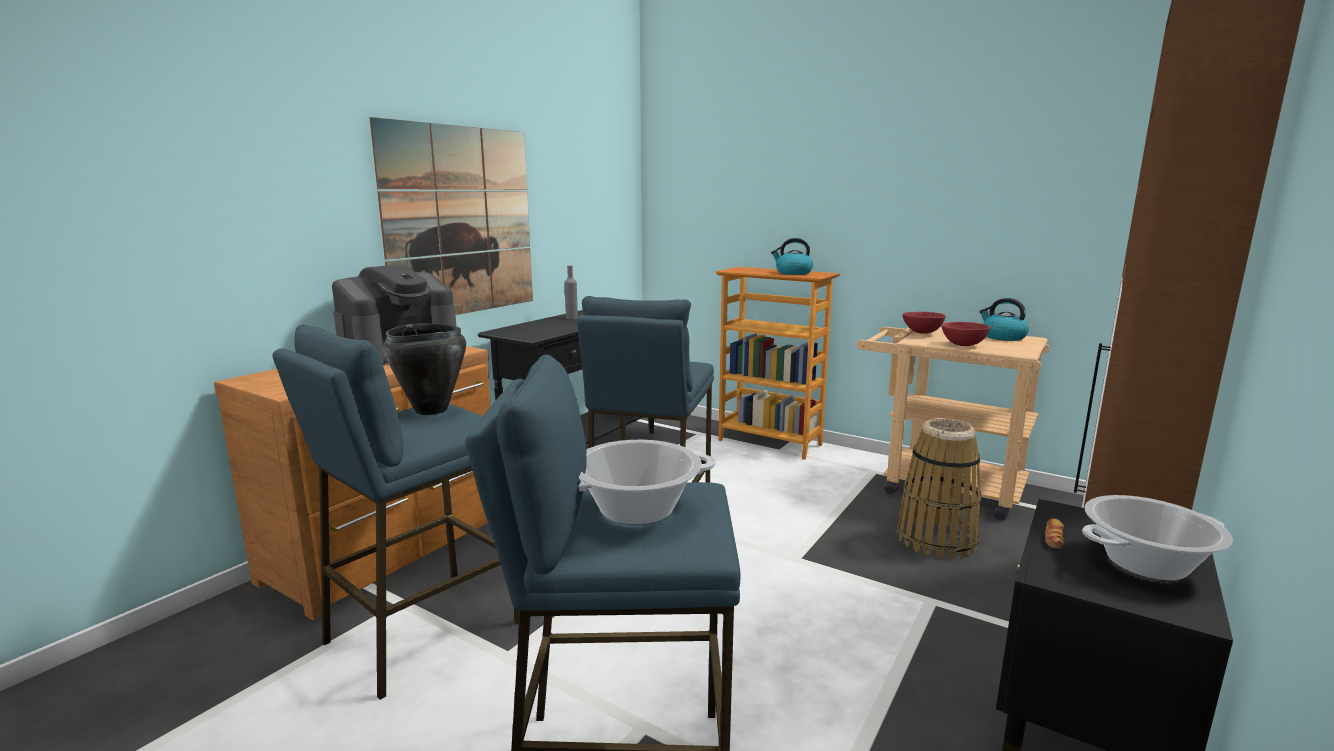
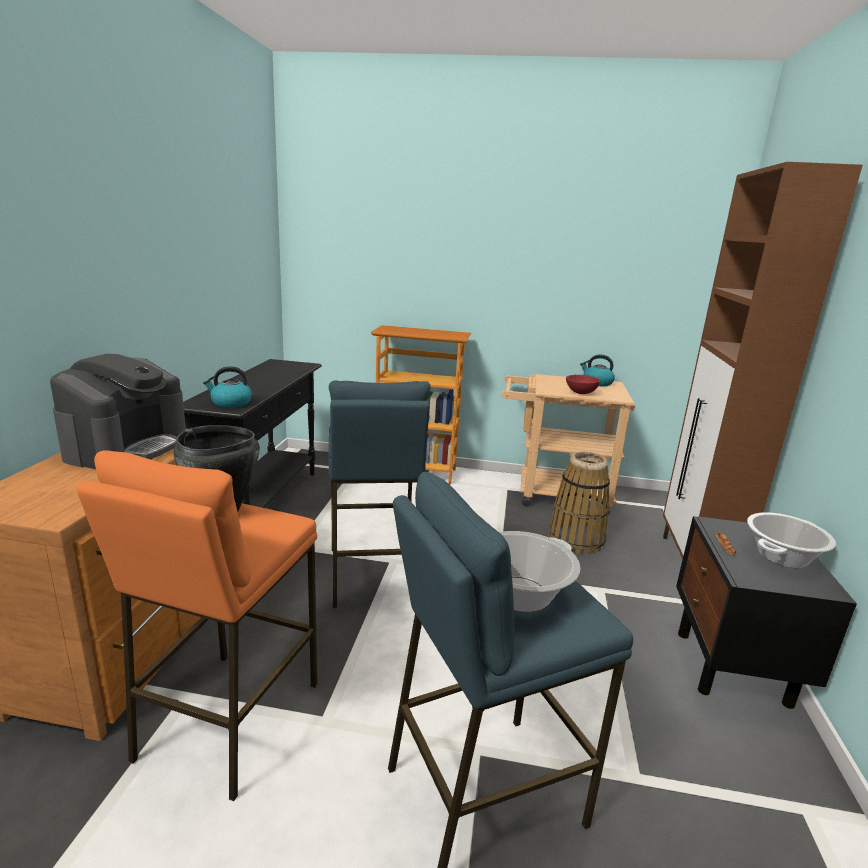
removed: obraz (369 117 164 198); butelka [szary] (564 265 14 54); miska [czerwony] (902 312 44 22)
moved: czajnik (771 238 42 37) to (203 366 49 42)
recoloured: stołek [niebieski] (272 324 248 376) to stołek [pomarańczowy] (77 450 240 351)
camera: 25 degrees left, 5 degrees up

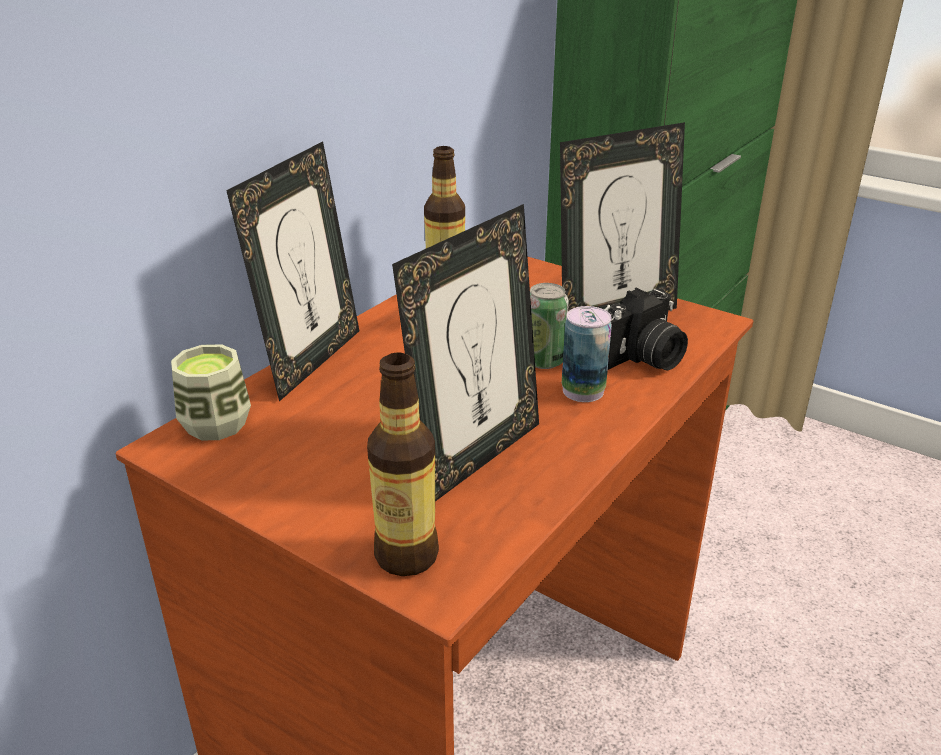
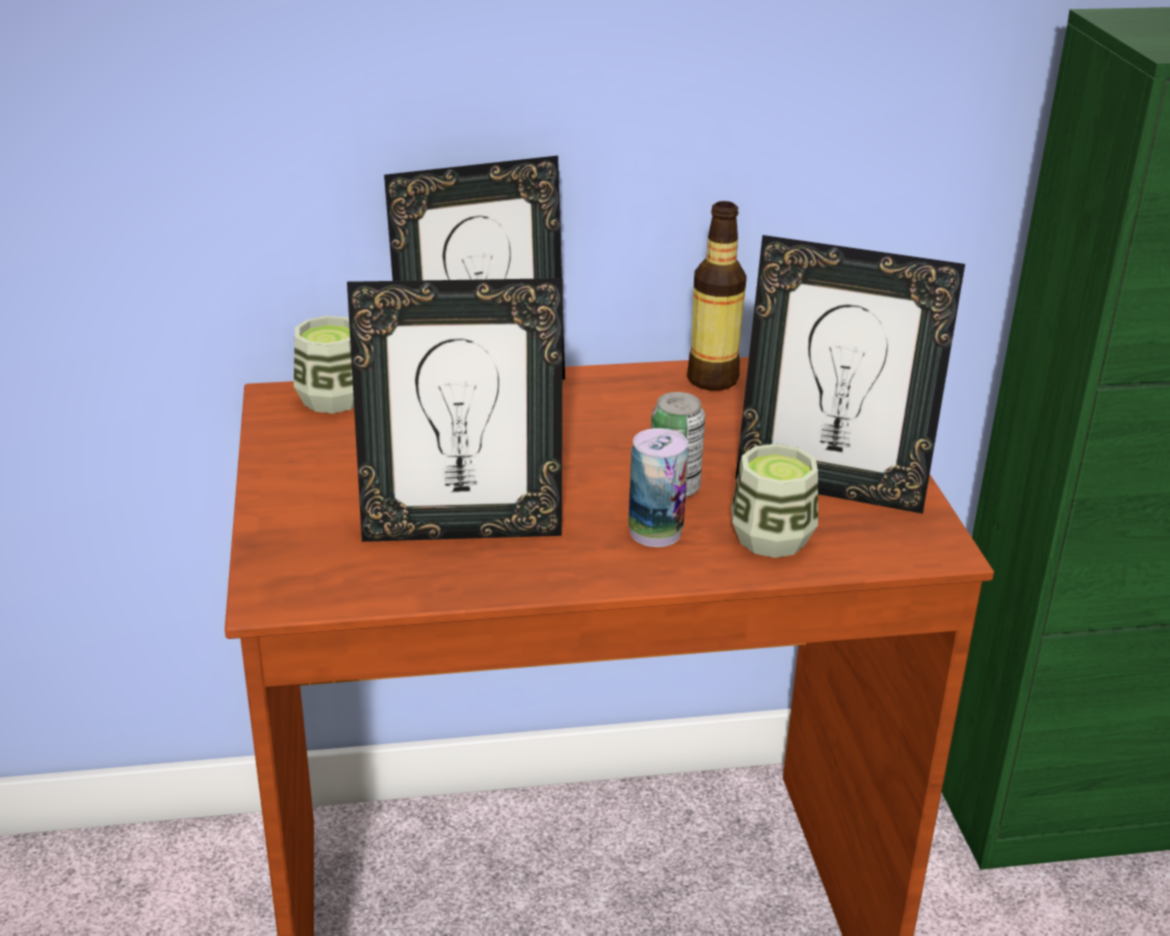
removed: butelka (367 352 72 224)
replaced: aparat fotograficzny (604 288 84 83) to filiżanka (731 444 87 114)
camera: 45 degrees right, 0 degrees up

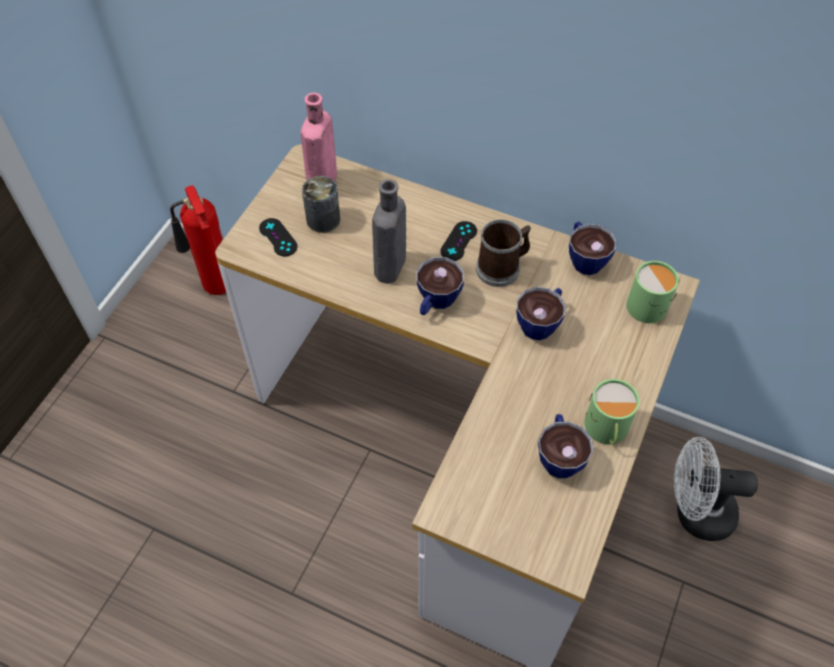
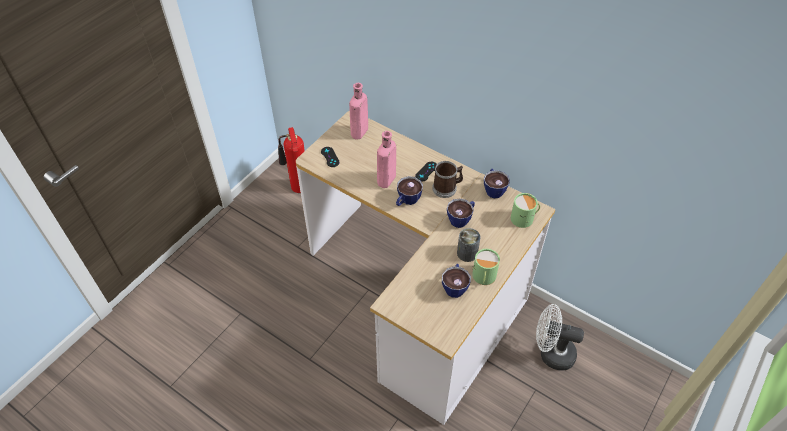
moved: puszka (302 176 38 57) to (457 228 24 34)
recoloured: butelka [szary] (372 179 34 105) to butelka [różowy] (377 131 19 57)
camera: 10 degrees right, 5 degrees down

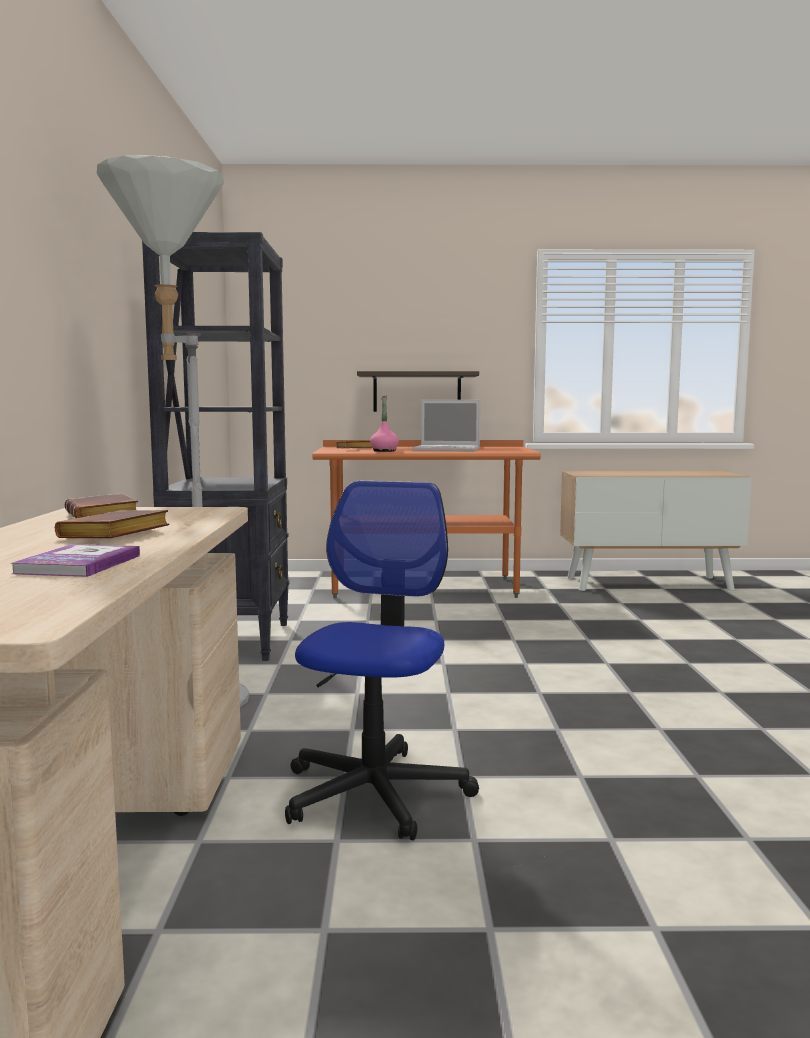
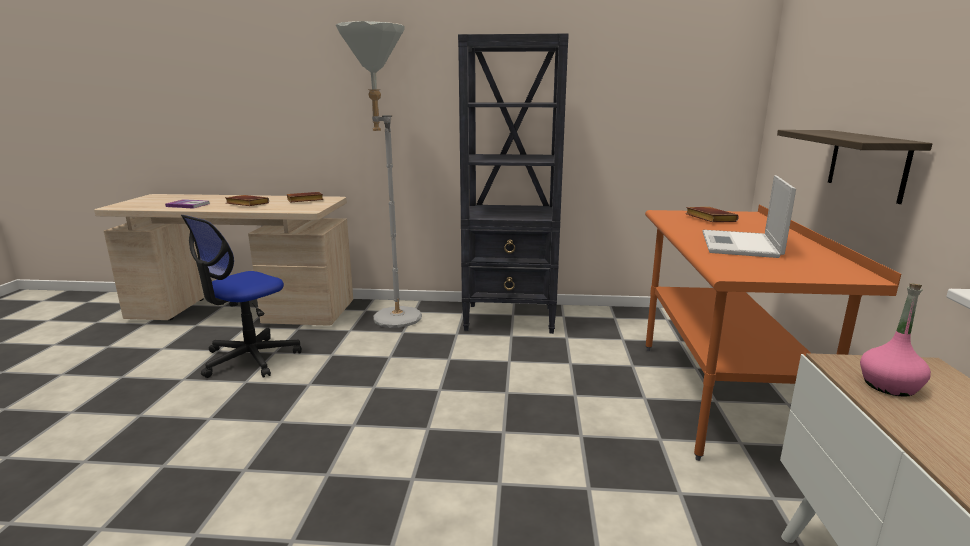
moved: butelka [różowy] (370 396 29 56) to (860 283 71 114)
turned: krzesło biurowe (285 481 194 359) = (181 215 121 163) 105 degrees clockwise
camera: 95 degrees right, 10 degrees up

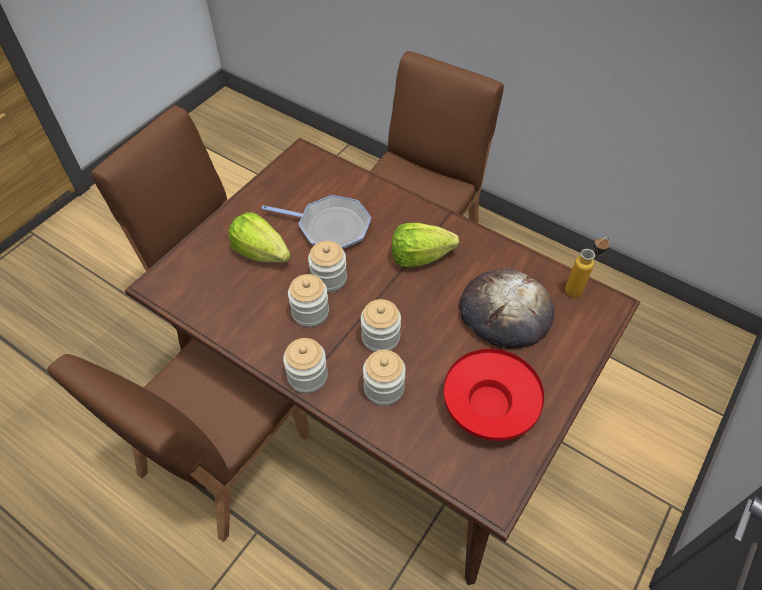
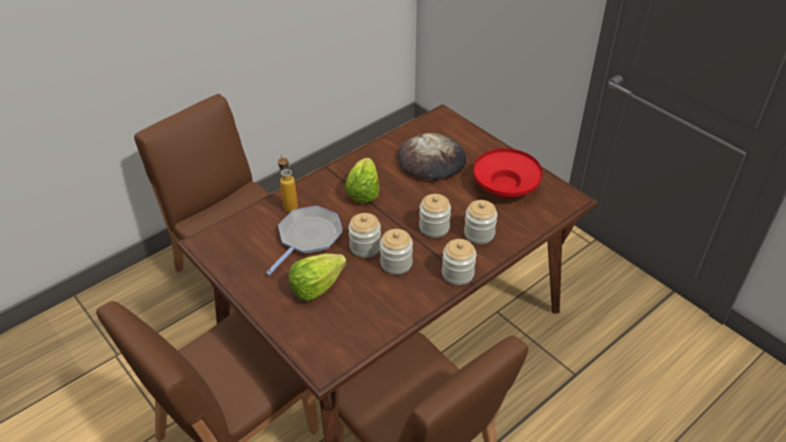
moved: butelka (565 237 44 60) to (278 154 20 59)
camera: 75 degrees left, 10 degrees down

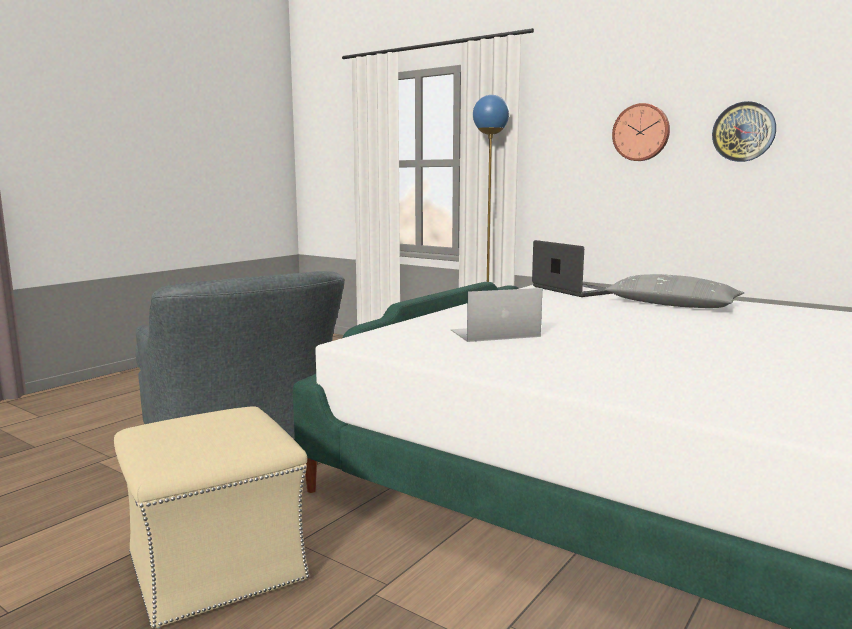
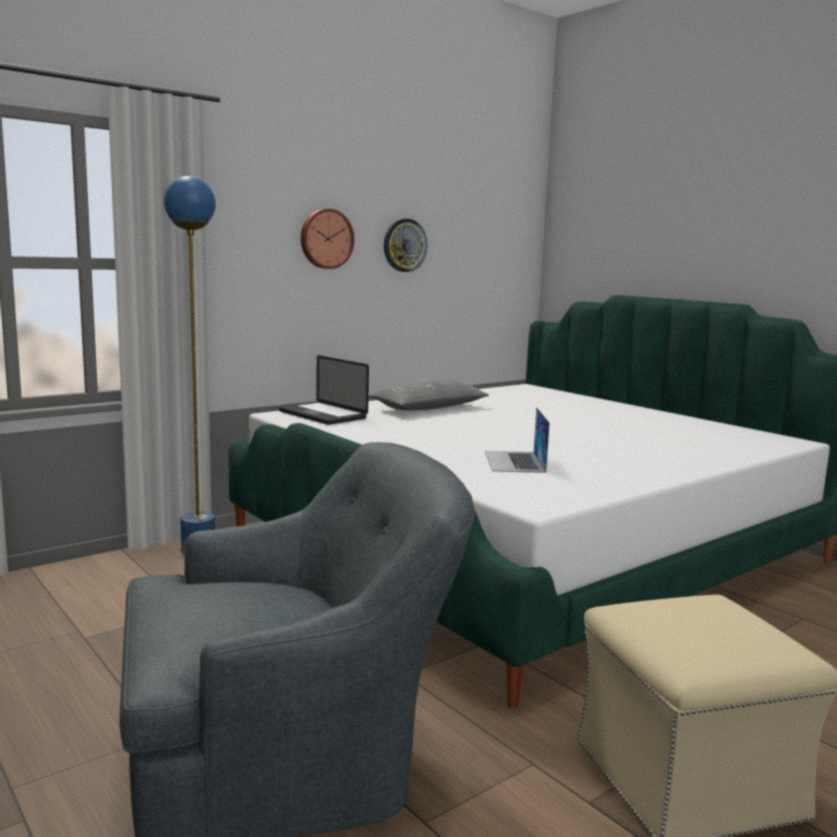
turned: laptop (532 240 81 57) = (279 355 90 70) 120 degrees counterclockwise
camera: 75 degrees left, 0 degrees up

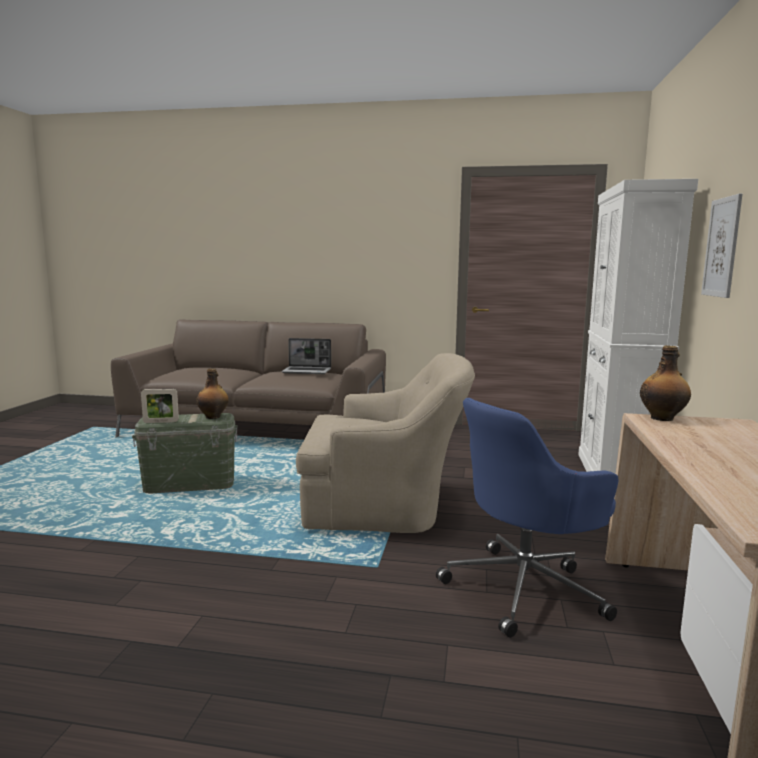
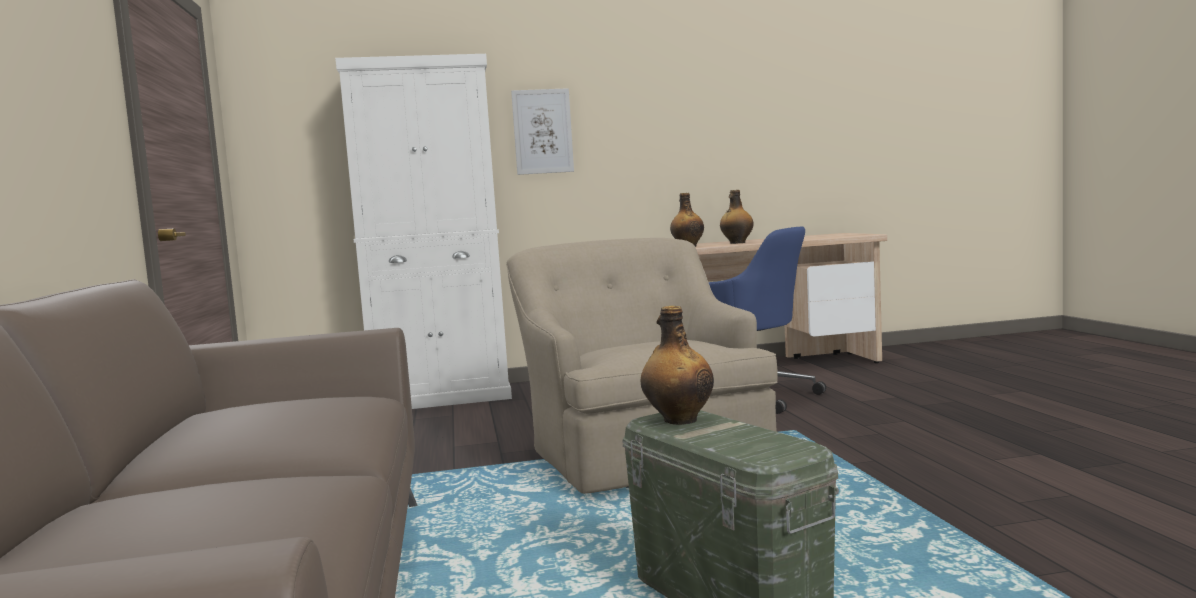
removed: ramka na zdjęcie (141 389 38 34); laptop (281 338 50 36)
added: butelka (720 190 34 54)
camera: 110 degrees left, 5 degrees down

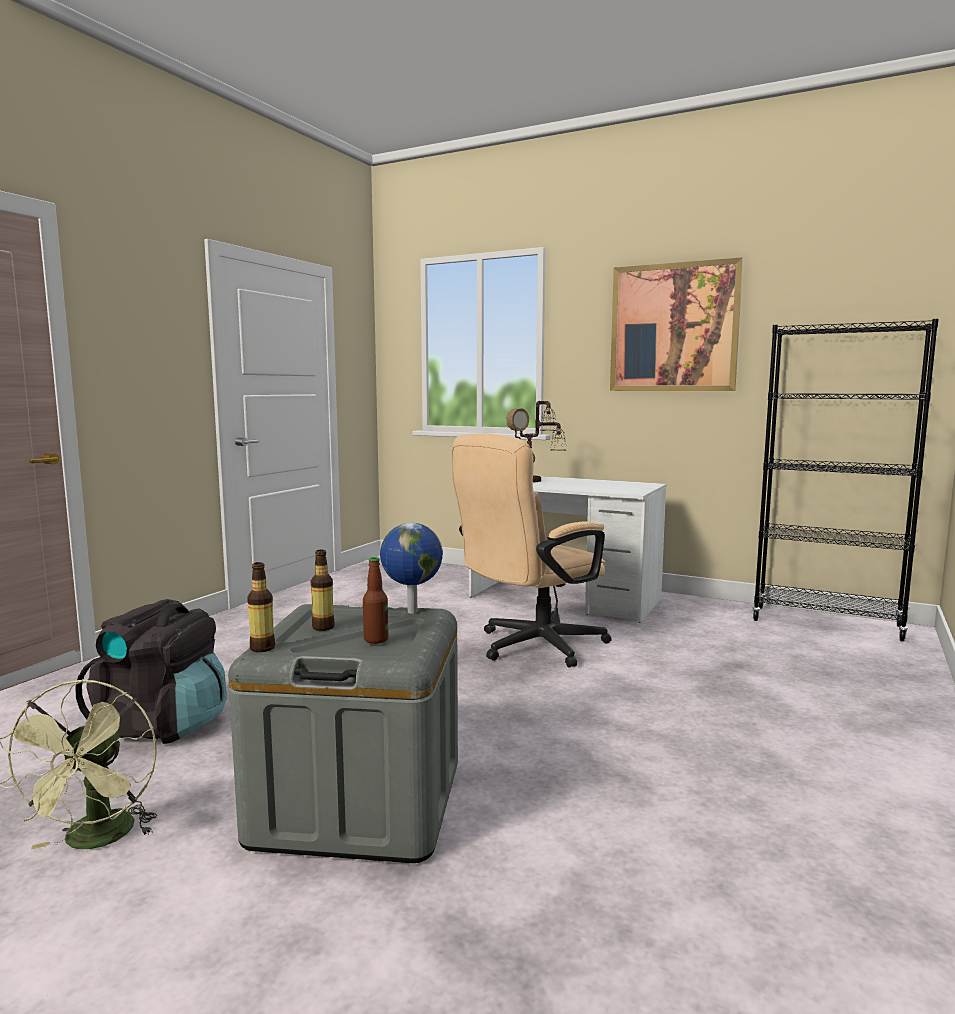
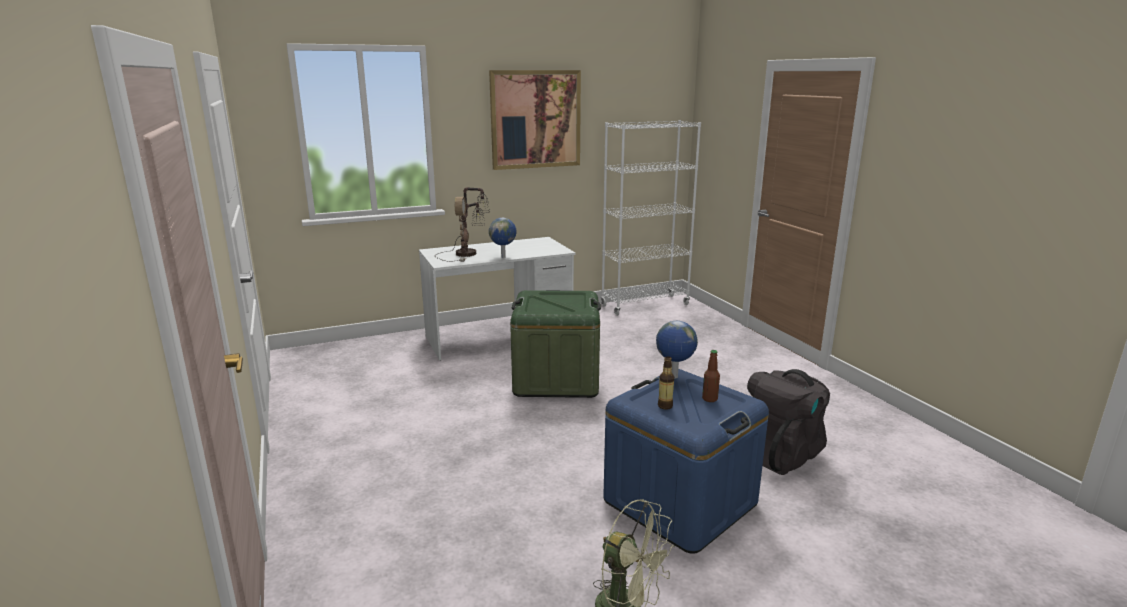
removed: butelka (247 562 28 90)
added: globus (489 218 28 40)
moved: plecak [czarny] (75 599 151 145) to (747 369 83 106)
replaced: krzesło biurowe [beżowy] (451 433 161 235) to pojemnik do przechowywania [zielony] (510 290 91 108)
recoloured: regał [czarny] (752 319 187 323) to regał [biały] (601 120 100 196); pojemnik do przechowywania [szary] (228 604 230 259) to pojemnik do przechowywania [niebieski] (603 369 166 185)
camera: 50 degrees left, 10 degrees up

